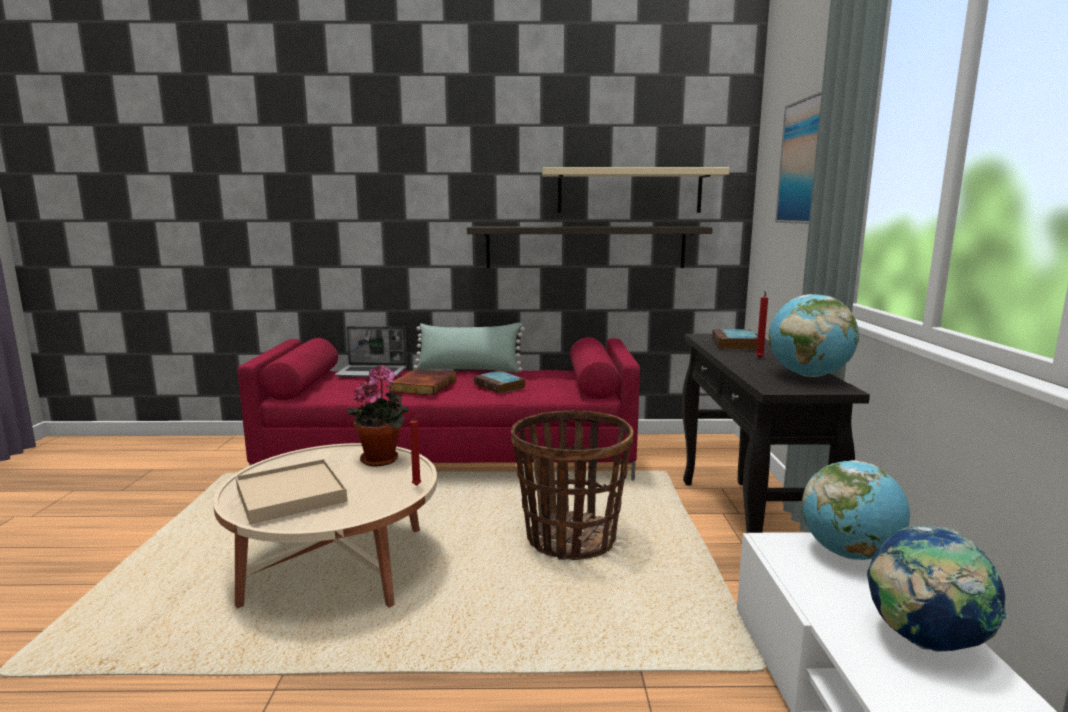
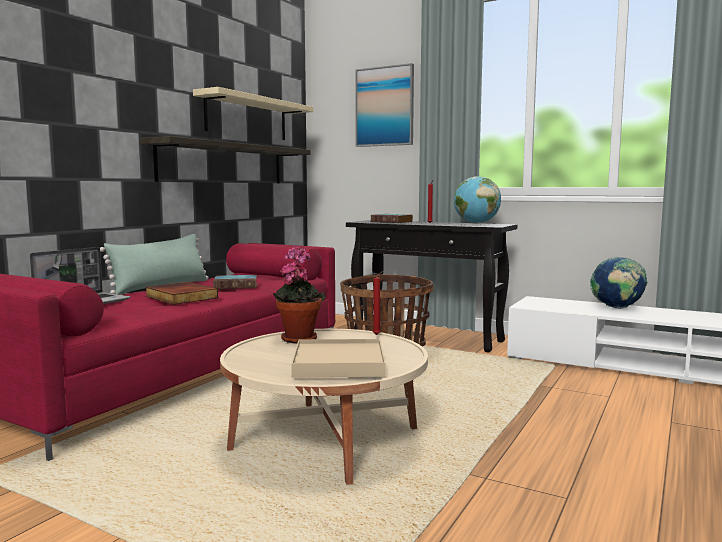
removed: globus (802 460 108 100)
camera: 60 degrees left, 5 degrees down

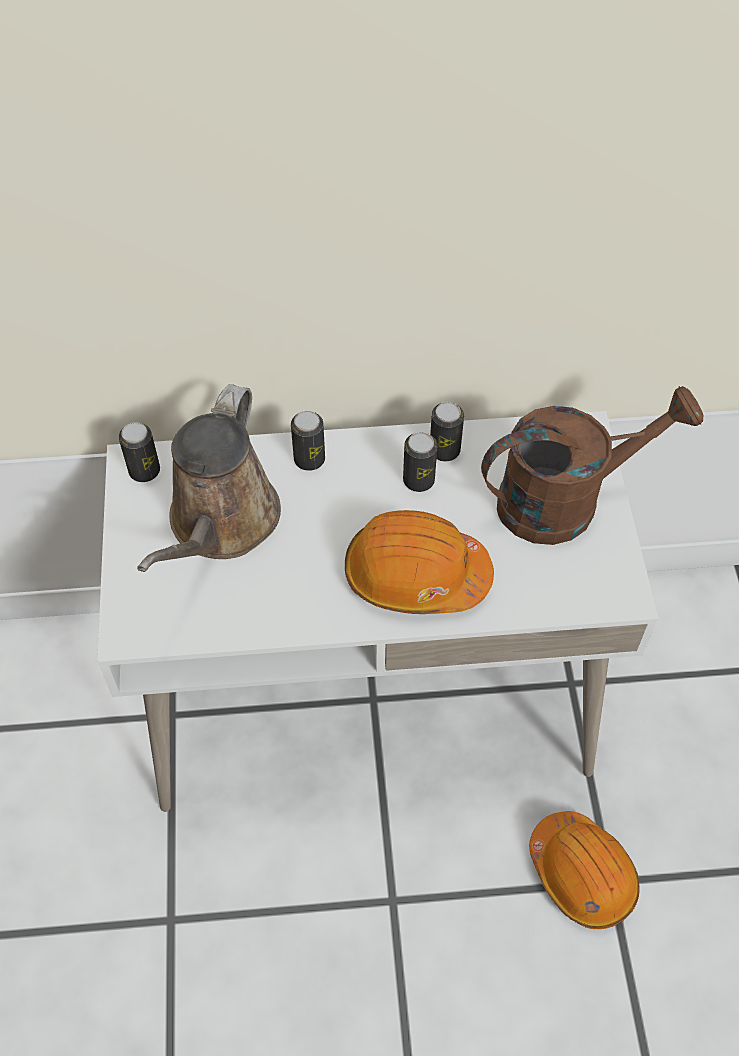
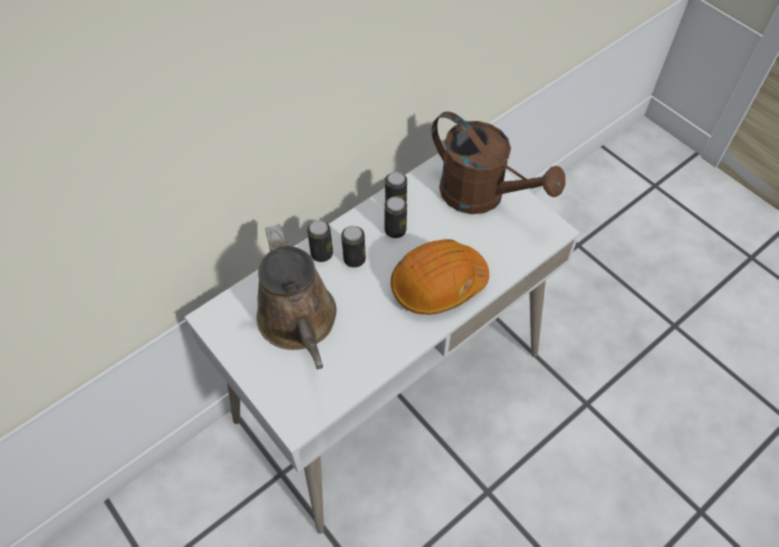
removed: kask [pomarańczowy] (529 811 111 118)
moved: puszka (119 422 41 60) to (341 226 25 42)
turned: konewka [brązowy] (481 386 222 159) = (432 112 134 102) 90 degrees clockwise
camera: 35 degrees left, 0 degrees up

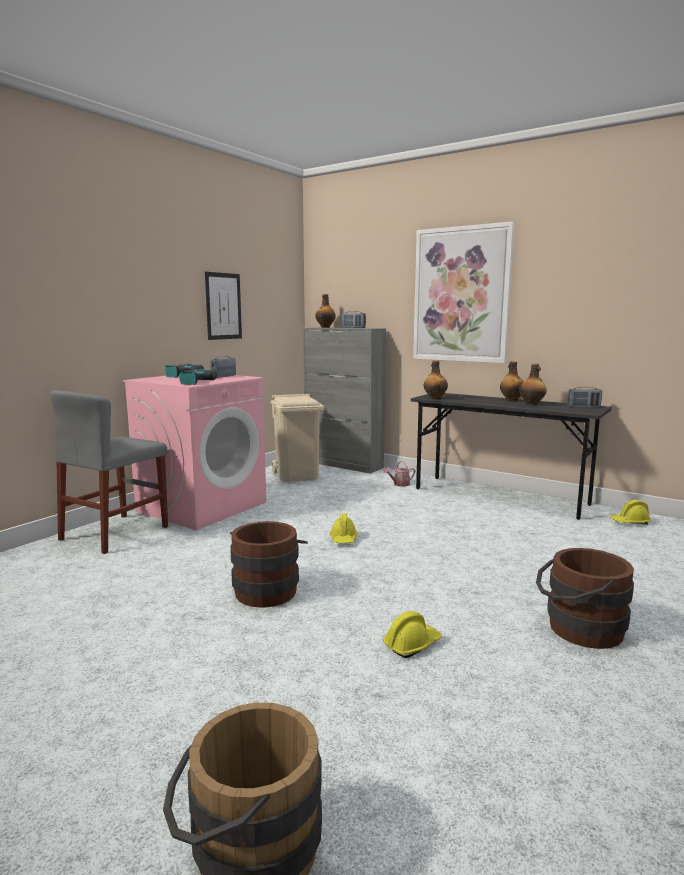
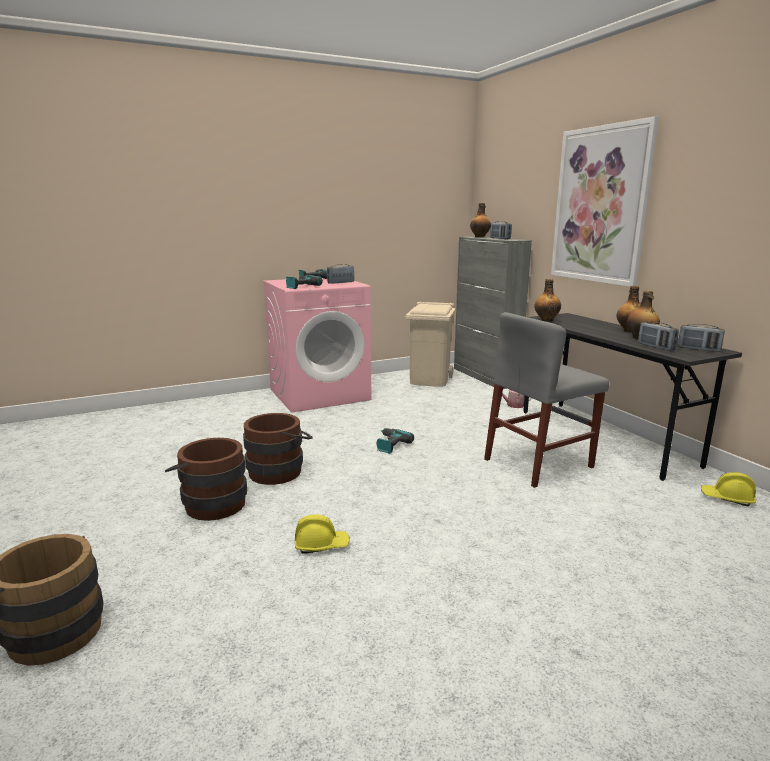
removed: obraz (205 272 37 68)
added: radio (638 322 41 29)
moved: wiadro [brązowy] (536 548 98 101) to (165 438 82 83); krzesło [szary] (50 390 118 164) to (484 312 125 176)
replaced: kask [żółty] (330 513 28 31) to wiertarka (376 428 38 26)
camera: 30 degrees right, 5 degrees up

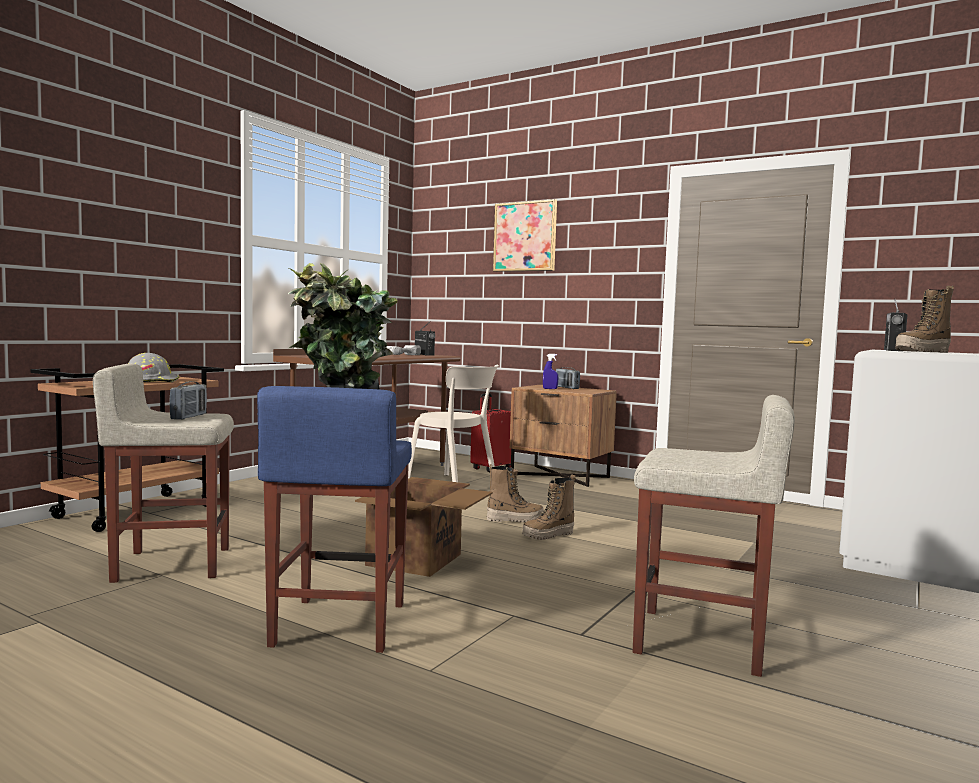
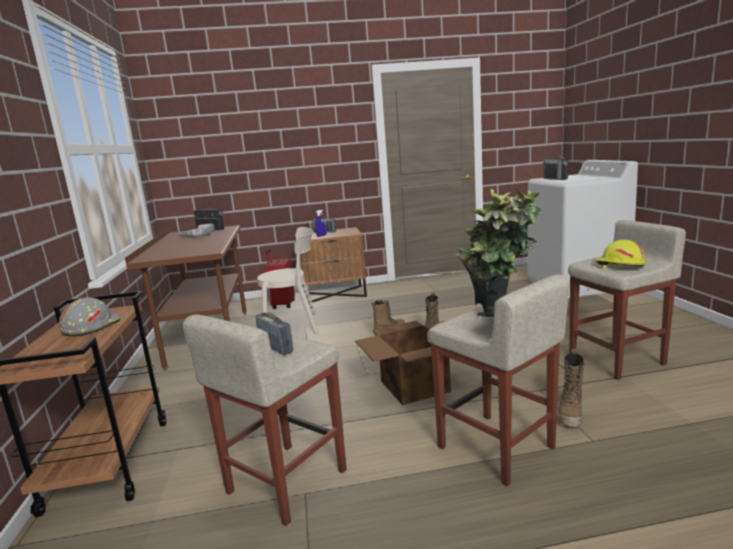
removed: obraz (493 199 64 73)
added: kask [żółty] (595 240 50 28)
moved: but z cholewką (895 286 59 67) to (557 349 29 78)
recoloured: stołek [niebieski] (257 386 155 267) to stołek [beżowy] (427 274 143 212)
camera: 40 degrees left, 10 degrees up

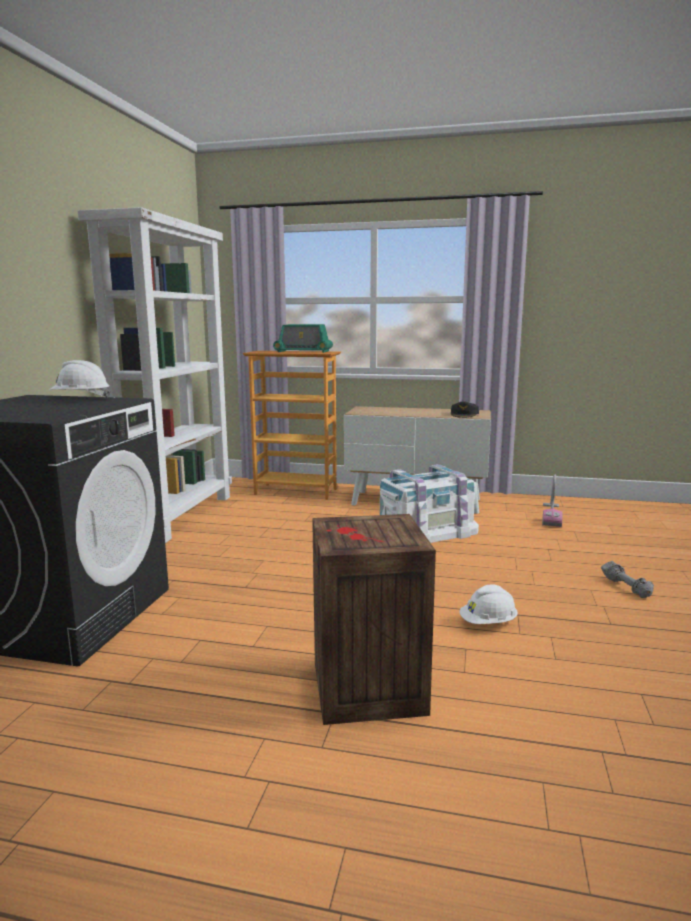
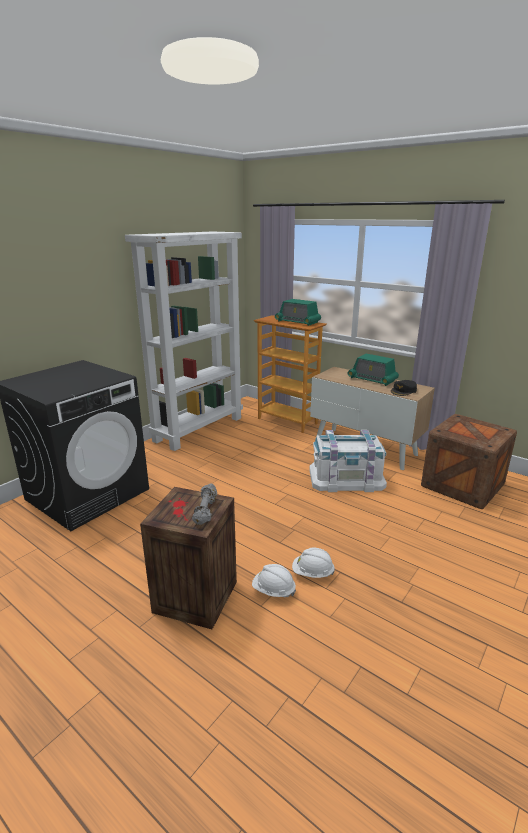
added: radio (348 354 51 32)
moved: hantel [szary] (601 561 53 37) to (192 483 25 42); kask [biały] (49 360 62 39) to (252 564 44 33)
replaced: odkurzacz (542 475 20 52) to skrzynka (421 414 96 95)
camera: 25 degrees right, 10 degrees up

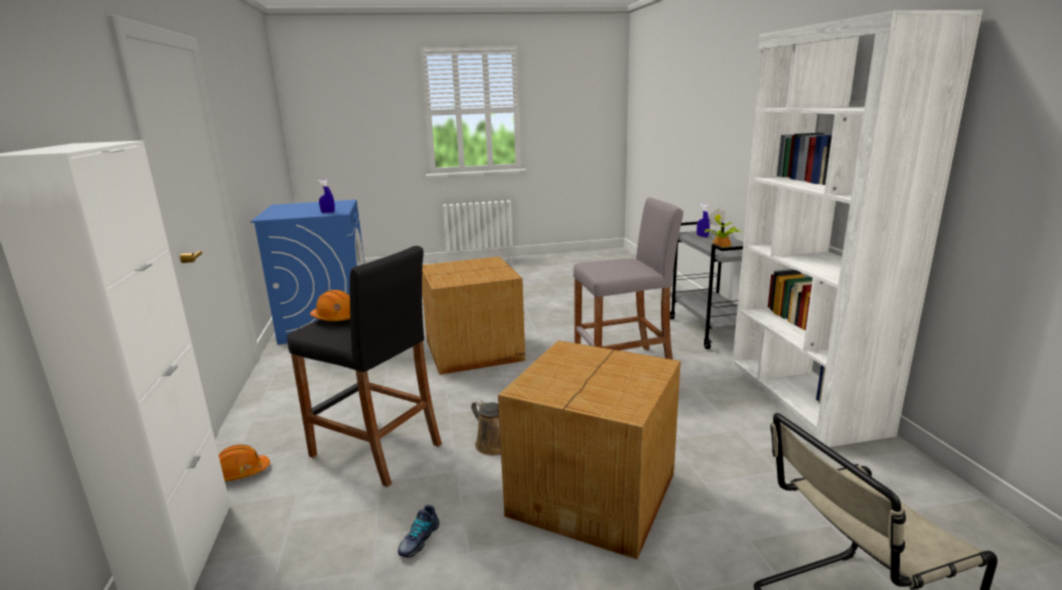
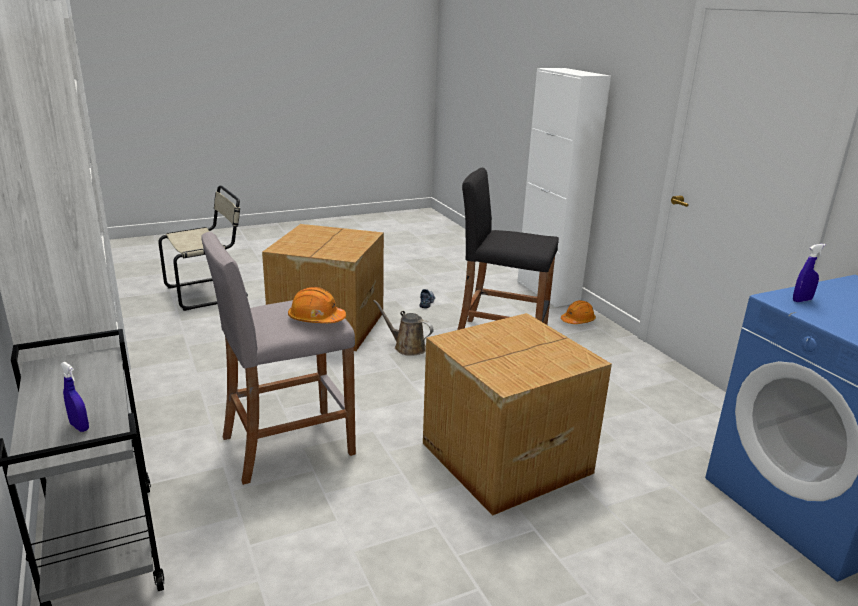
removed: roślina doniczkowa (704 208 38 39)
moved: kask [pomarańczowy] (310 290 41 34) to (288 287 58 36)
camera: 165 degrees right, 5 degrees up

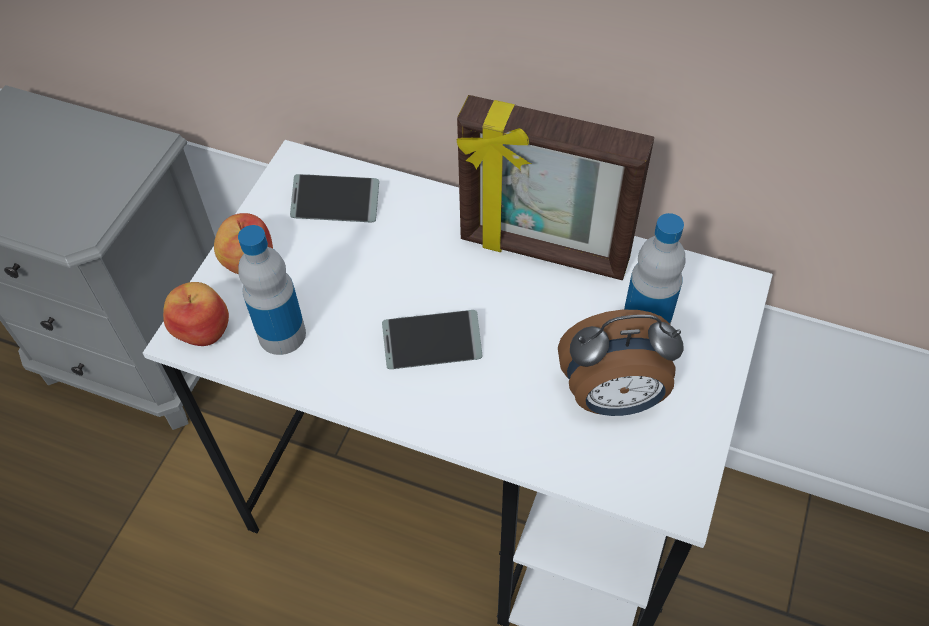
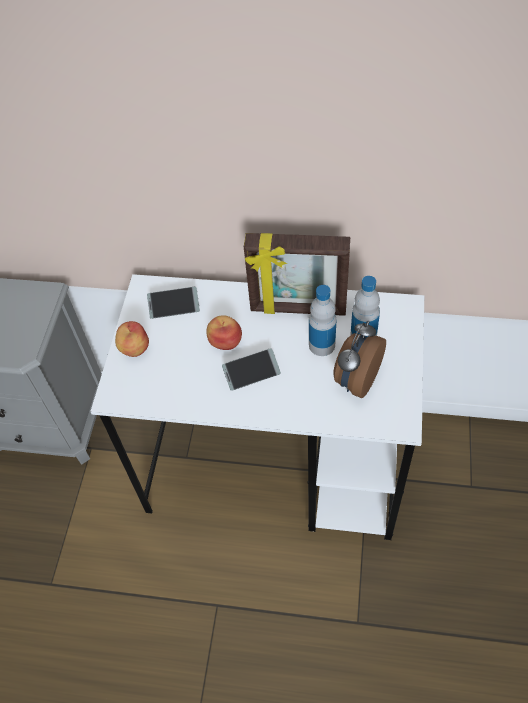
moved: jabłko (163 282 66 64) to (206 315 36 35); butelka (238 225 68 130) to (309 285 27 71)
turned: budzik (558 310 126 106) = (333 320 53 78) 135 degrees clockwise
camera: 10 degrees left, 0 degrees up

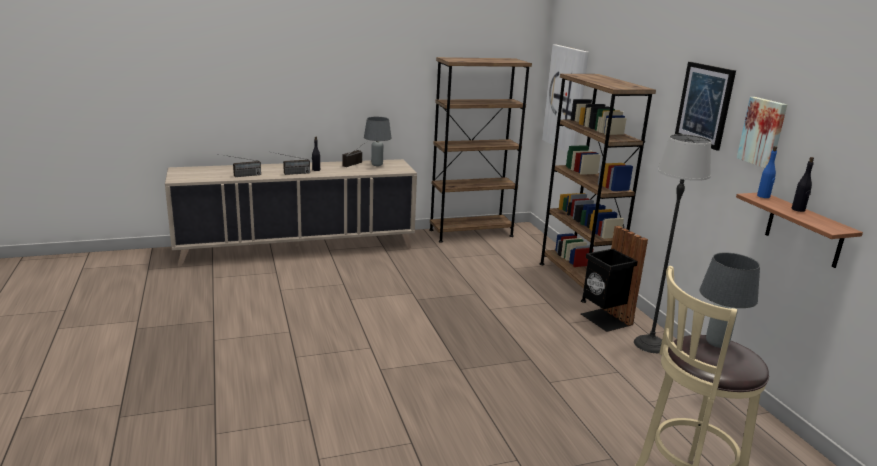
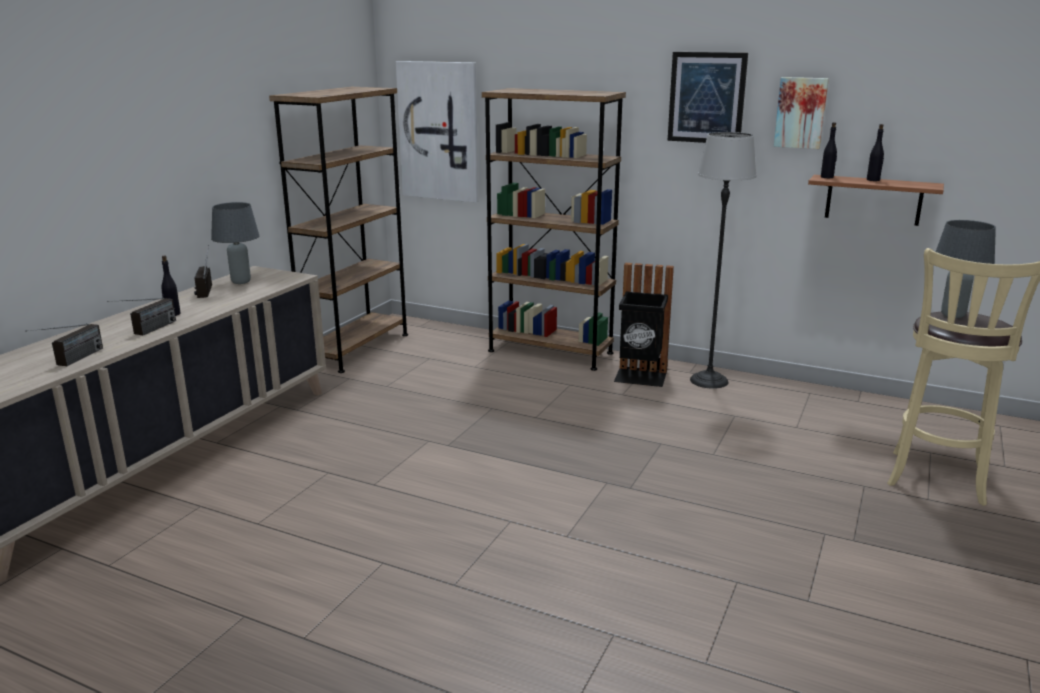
recoloured: butelka [niebieski] (757 146 20 52) to butelka [czarny] (821 122 16 56)
camera: 45 degrees left, 0 degrees up

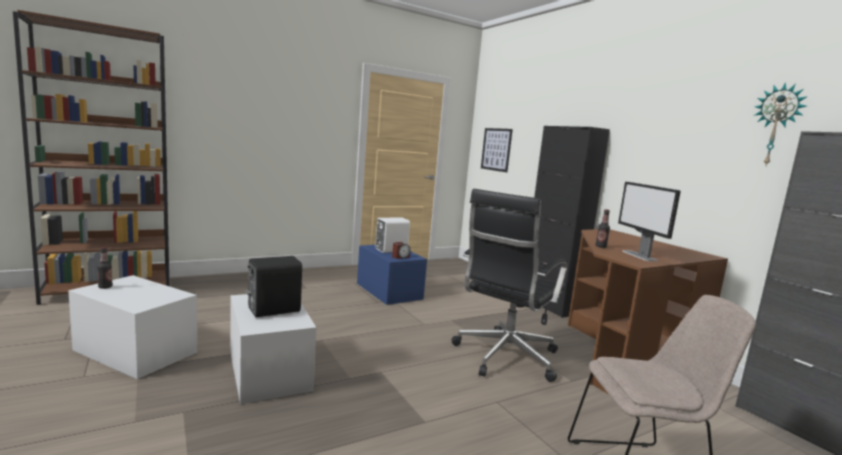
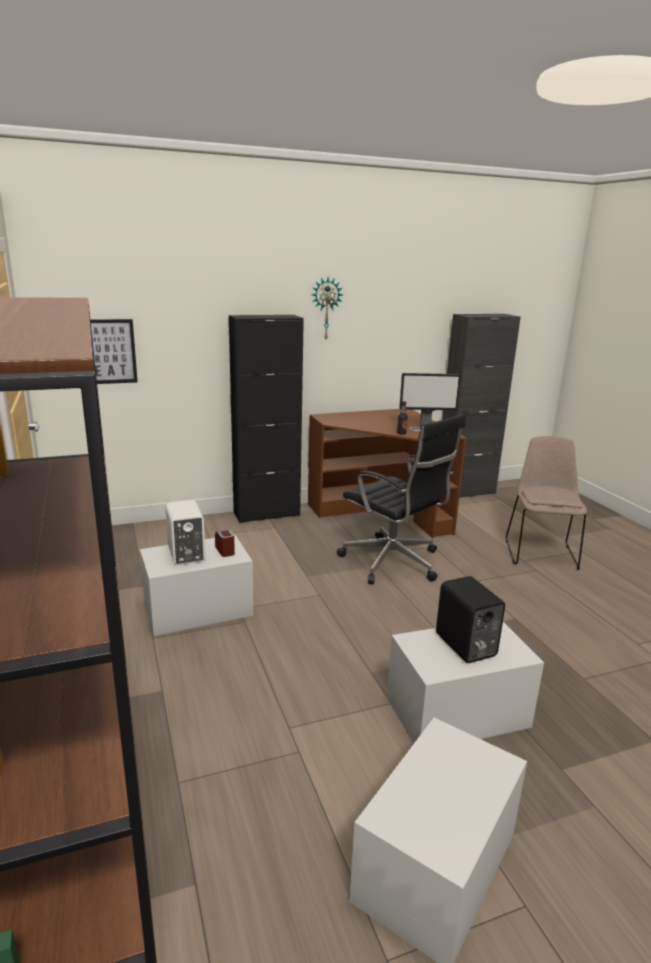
removed: butelka (97 247 16 42)
moved: zegar ścienny (755 82 53 85) to (311 277 32 62)
recoloured: pojemnik do przechowywania [niebieski] (357 245 70 60) to pojemnik do przechowywania [biały] (140 535 113 101)
camera: 80 degrees left, 10 degrees up

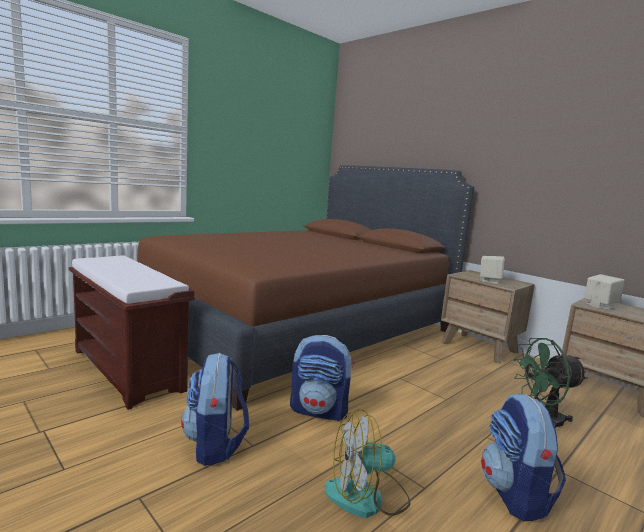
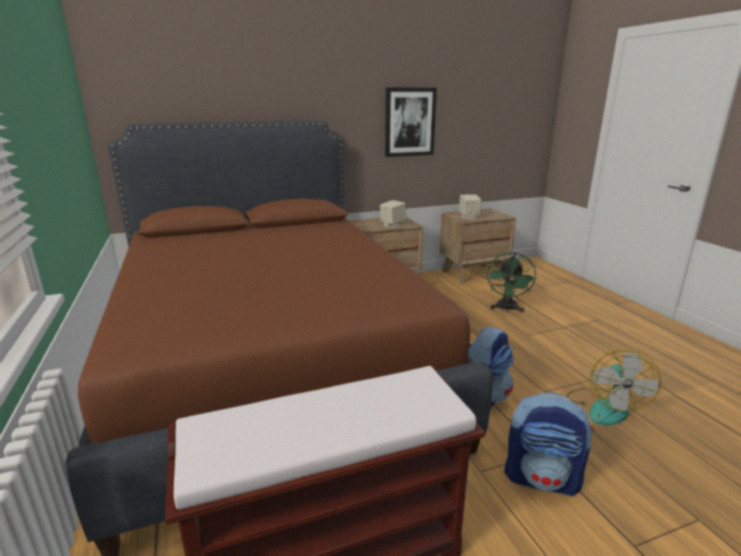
removed: plecak (481 394 85 127)
added: obraz (385 87 52 70)
camera: 65 degrees left, 10 degrees up

